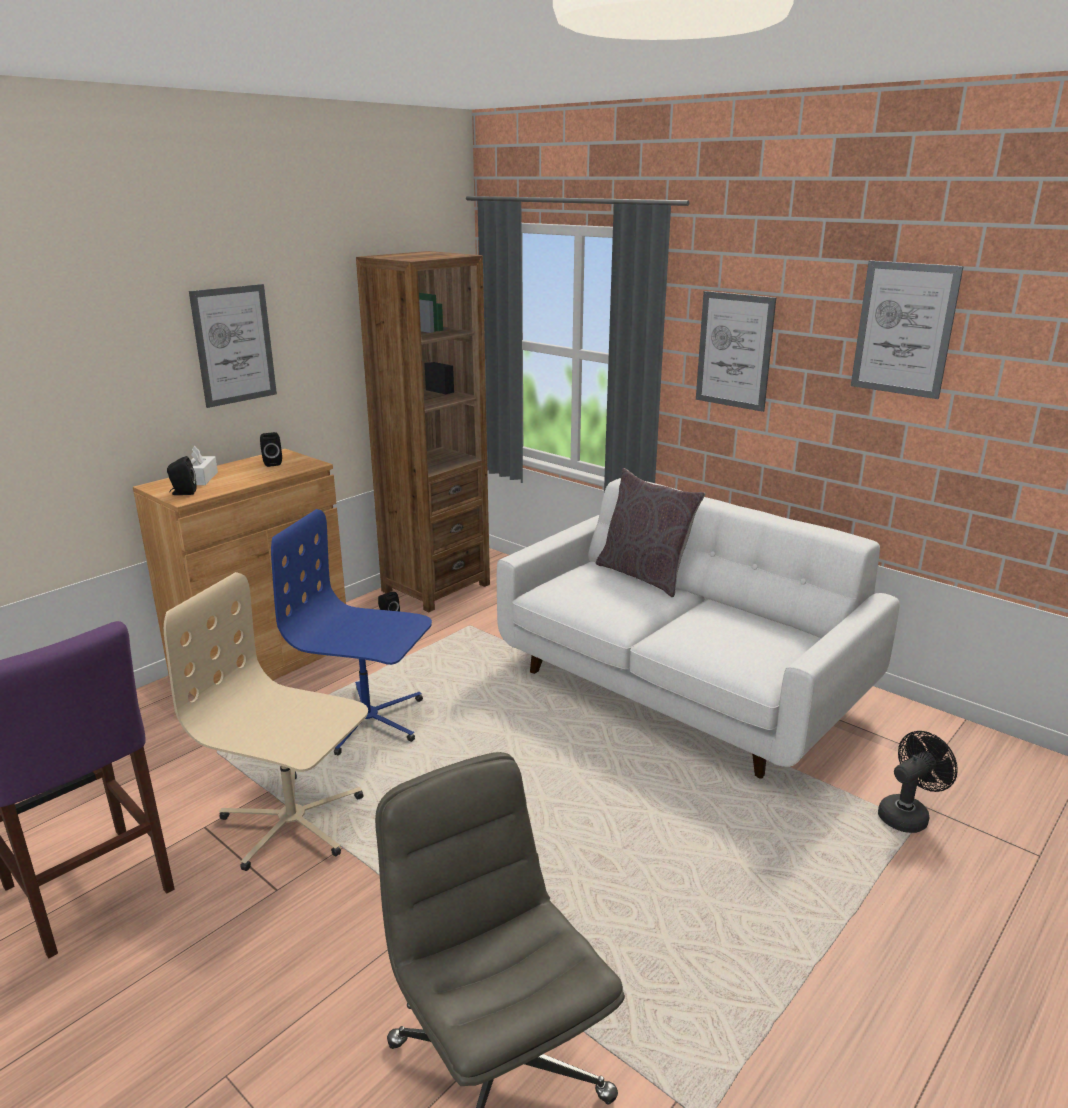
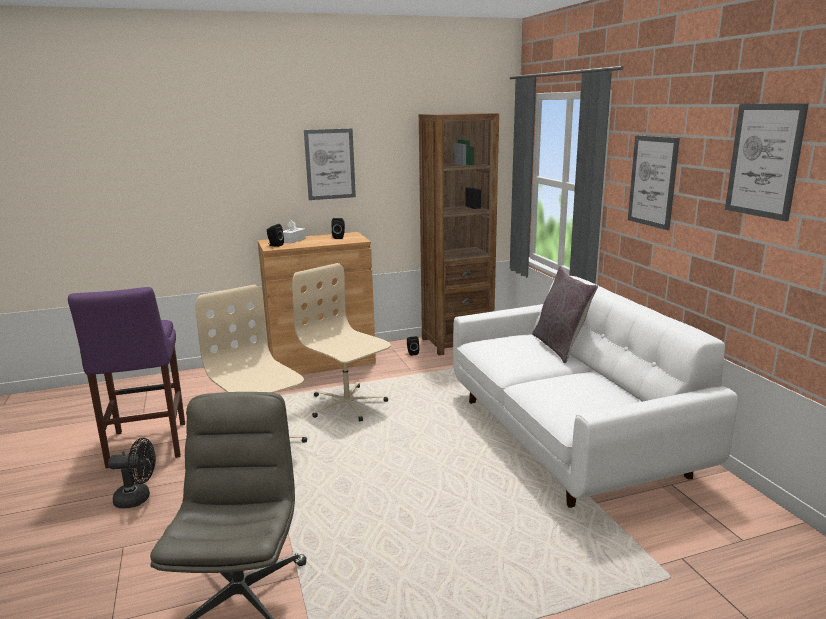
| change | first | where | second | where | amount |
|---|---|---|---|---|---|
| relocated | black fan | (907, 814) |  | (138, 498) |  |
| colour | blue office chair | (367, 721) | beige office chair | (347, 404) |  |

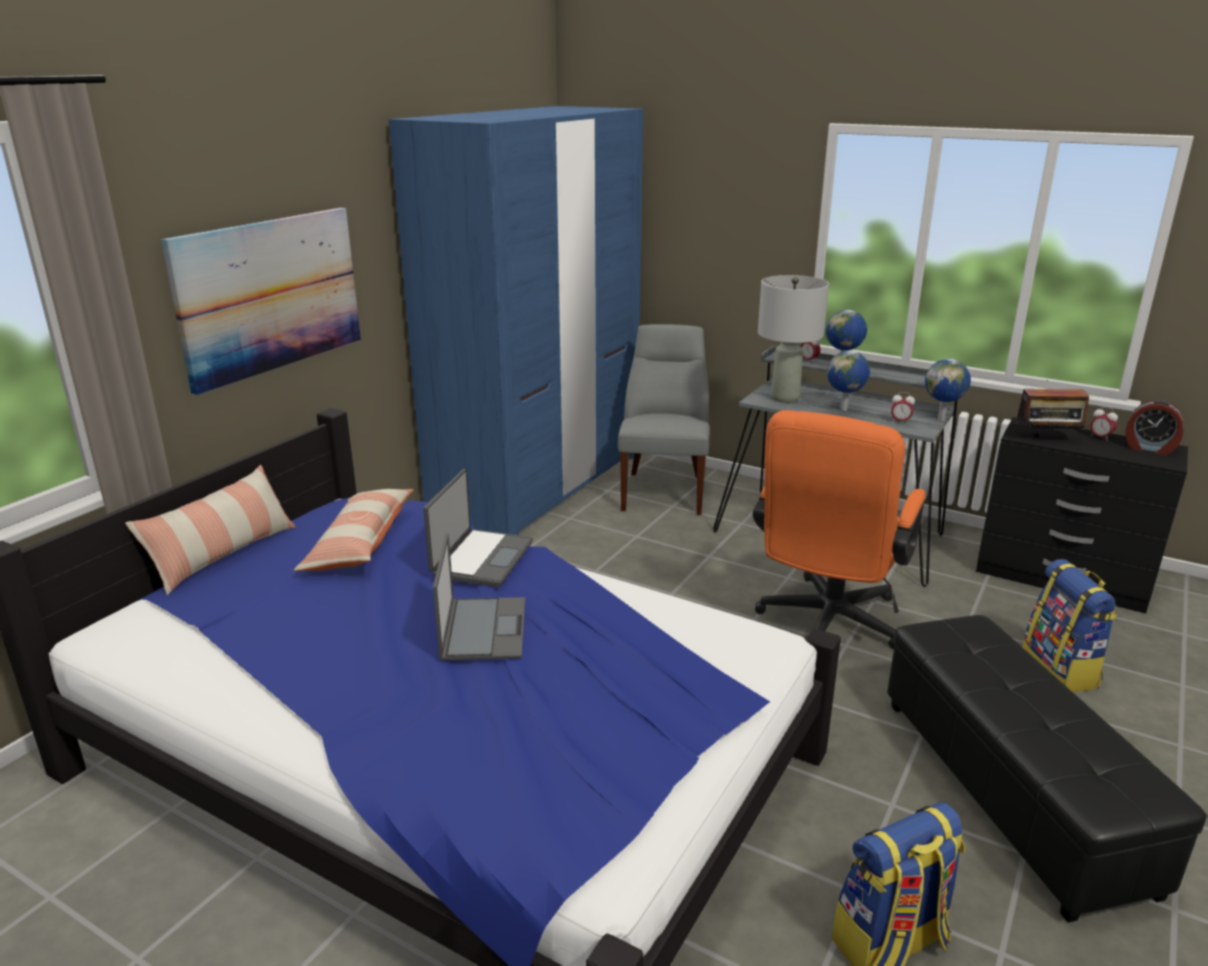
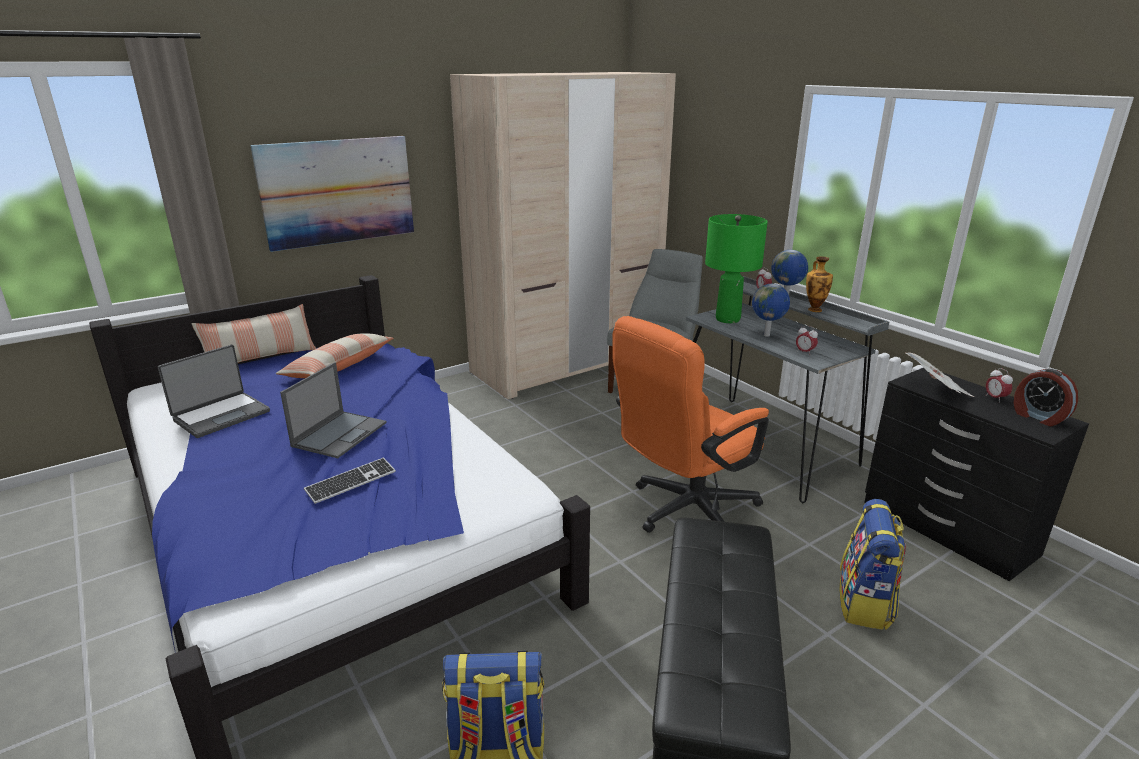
| change | first | where | second | where | amount |
|---|---|---|---|---|---|
| missing | globe | (942, 419) |  |  |  |
| appeared |  |  | keyboard | (351, 482) |  |
| appeared |  |  | vase | (814, 309) |  |
| relocated | laptop | (481, 559) |  | (221, 415) |  |
| exchanged | radio | (1047, 439) | newspaper | (935, 390) |  |
| colour | blue wardrobe | (539, 485) | beige wardrobe | (567, 363) |  |
| colour | grey table lamp | (785, 398) | green table lamp | (728, 319) |  |

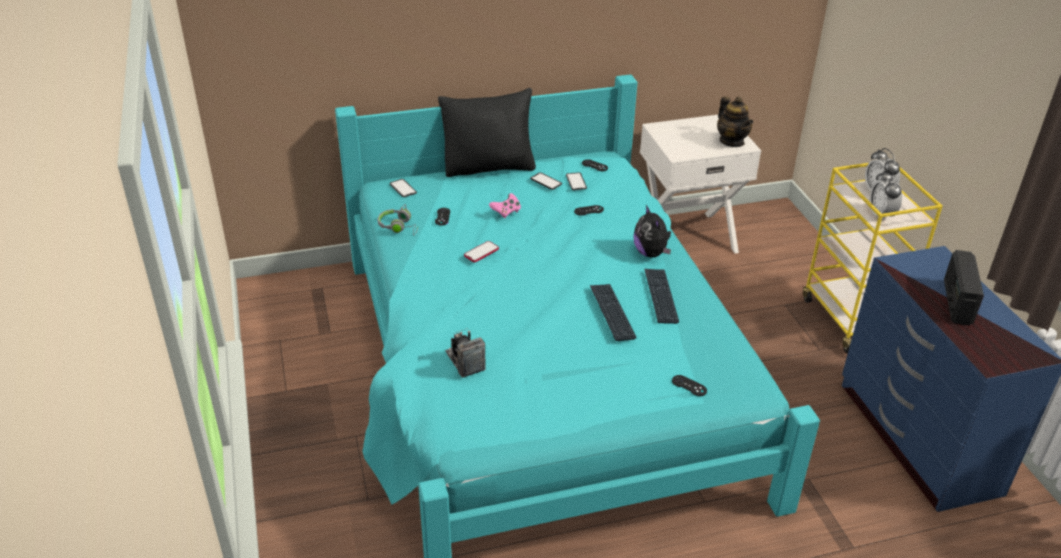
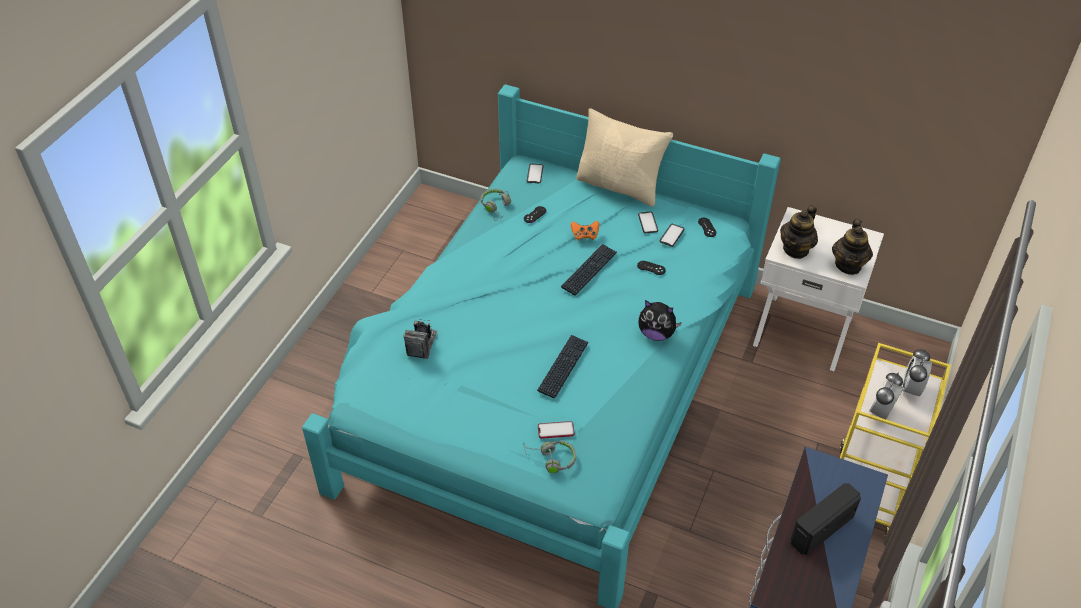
| change | first | where | second | where | amount |
|---|---|---|---|---|---|
| appeared |  |  | teapot | (796, 249) |  |
| relocated | phone | (481, 252) |  | (556, 430) |  |
| relocated | keyboard | (660, 296) |  | (589, 270) |  |
| exchanged | black game controller | (689, 386) | grey headphones | (550, 459) |  |
| colour | black pillow | (489, 167) | beige pillow | (620, 186) |  |
| colour | pink game controller | (506, 212) | orange game controller | (585, 235) |  |
| spun | plush toy | (651, 253) |  | (656, 334) | 90 degrees counterclockwise |

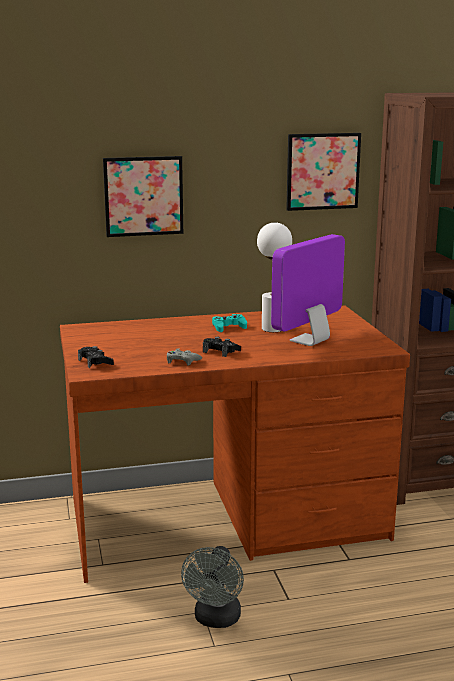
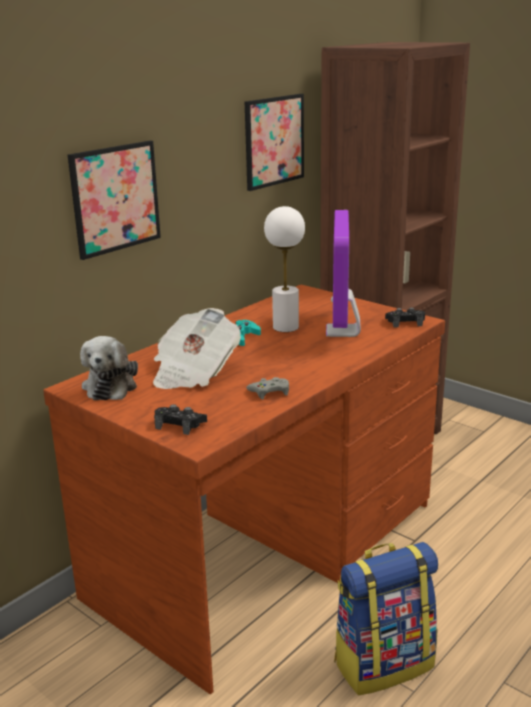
| change | first | where | second | where | amount |
|---|---|---|---|---|---|
| appeared |  |  | plush toy | (111, 386) |  |
| appeared |  |  | newspaper | (194, 372) |  |
| relocated | black game controller | (221, 351) |  | (405, 322) |  |
| exchanged | grey fan | (216, 620) | backpack | (383, 663) |  |

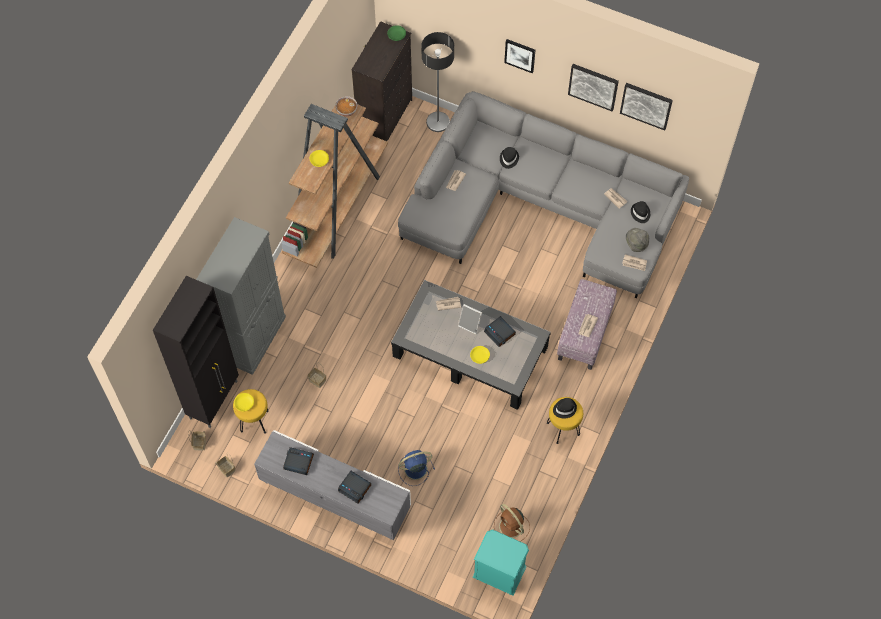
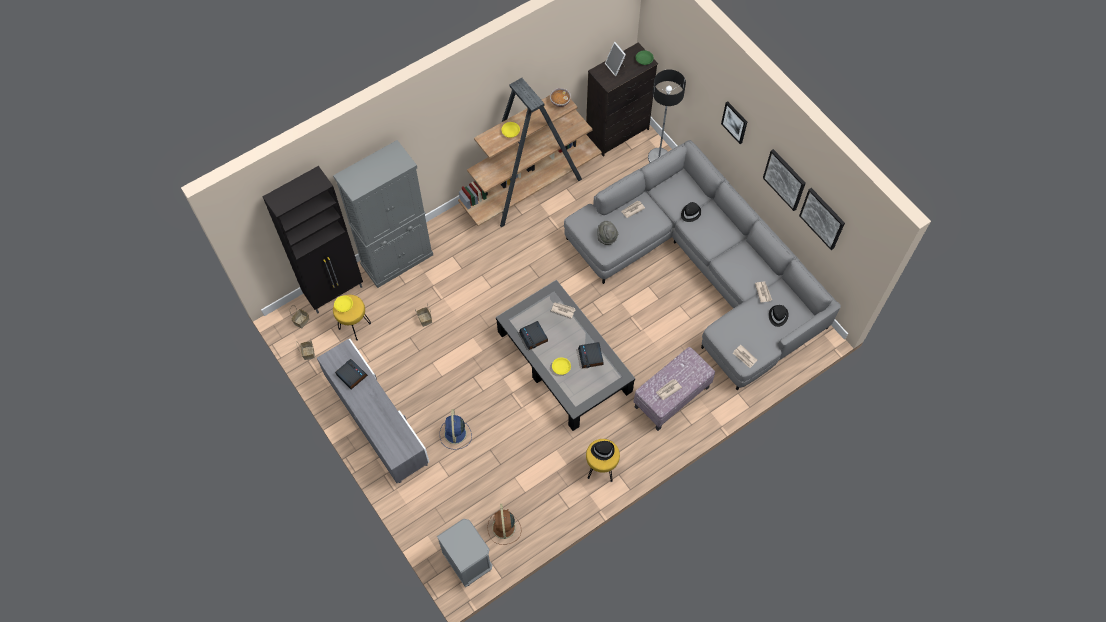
| change | first | where | second | where | amount |
|---|---|---|---|---|---|
| relocated | alarm clock | (355, 488) |  | (534, 337) |  |
| relocated | picture frame | (470, 324) |  | (615, 67) |  |
| relocated | grey hat | (636, 244) |  | (606, 237) |  |
| colour | turquoise nightstand | (499, 574) | grey nightstand | (468, 562) |  |
| spun | blue fan | (414, 469) |  | (455, 434) | 105 degrees counterclockwise |

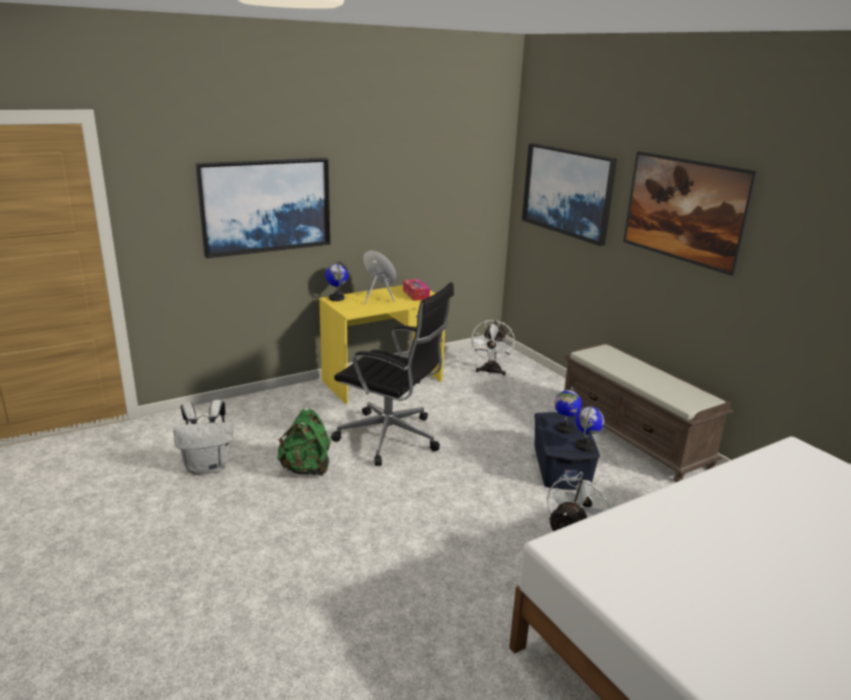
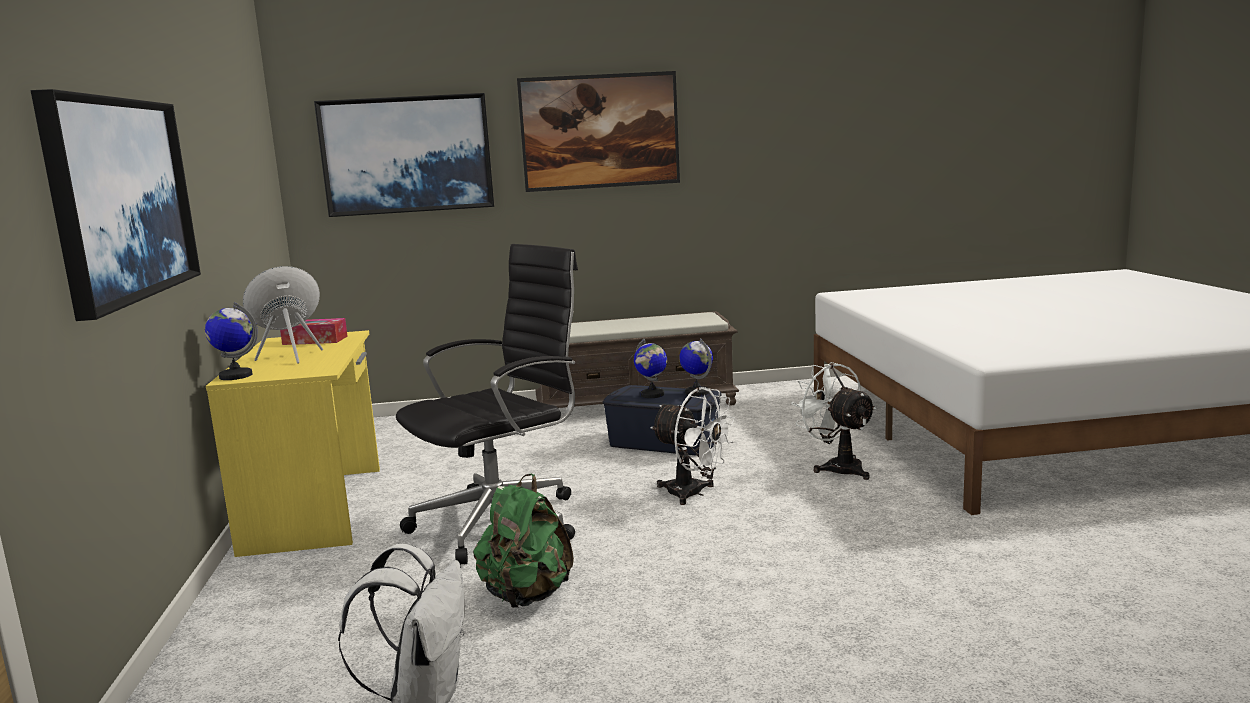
| change | first | where | second | where | amount |
|---|---|---|---|---|---|
| relocated | white fan | (490, 372) |  | (693, 494) |  |

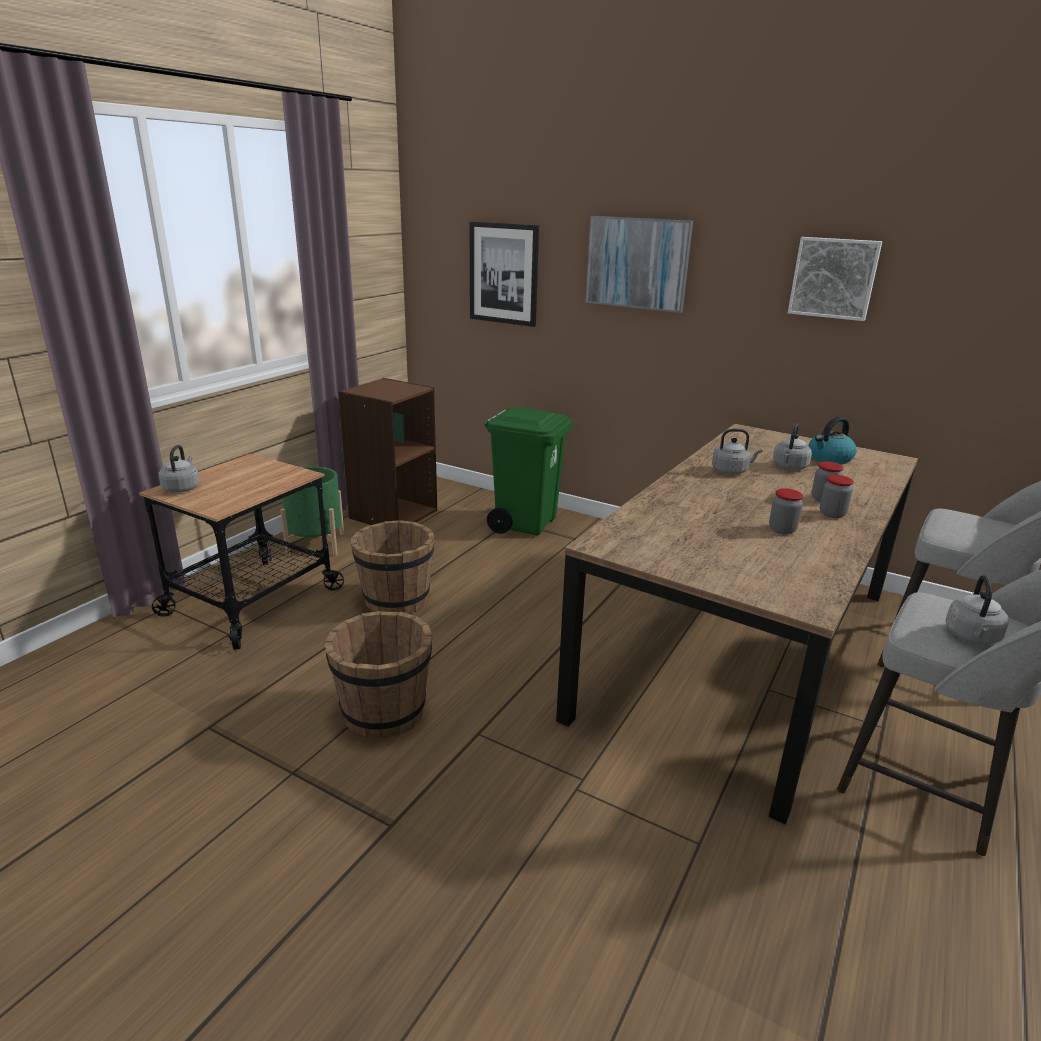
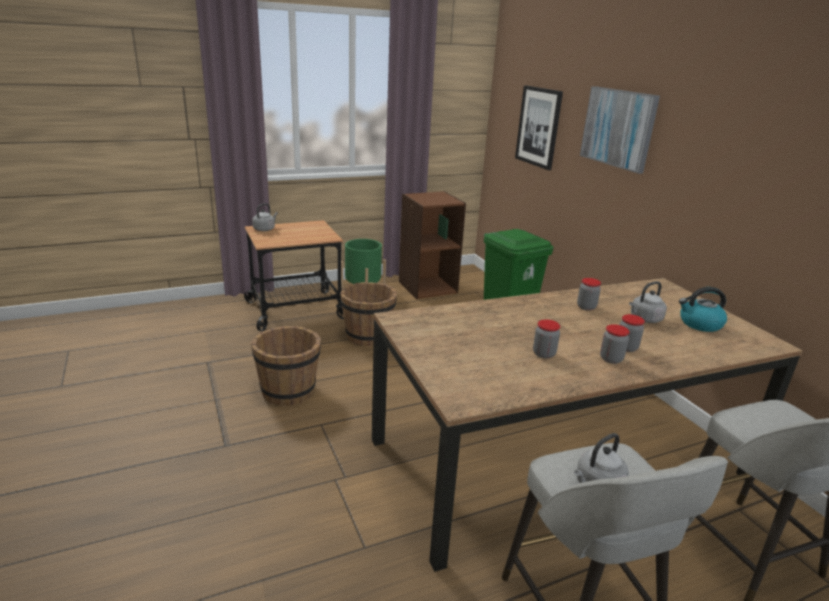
| change | first | where | second | where | amount |
|---|---|---|---|---|---|
| missing | picture | (833, 278) |  |  |  |
| exchanged | grey kettle | (731, 471) | jar | (586, 307) |  |

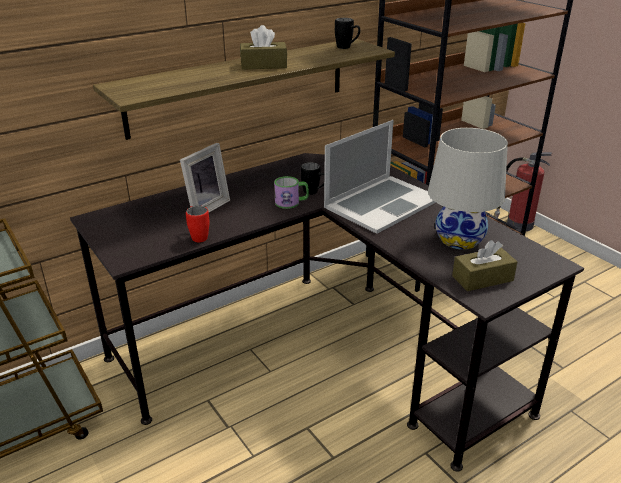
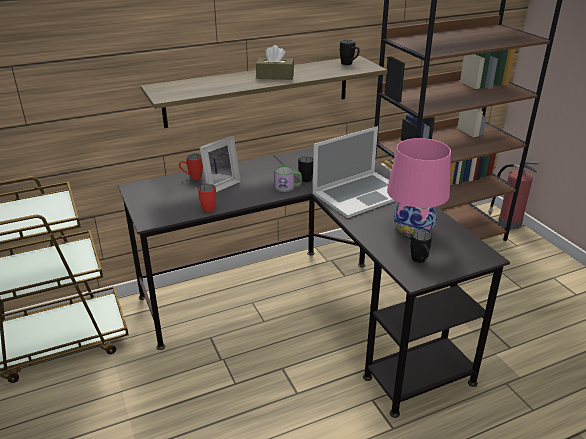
| change | first | where | second | where | amount |
|---|---|---|---|---|---|
| appeared |  |  | red mug | (192, 177) |  |
| exchanged | brown tissue box | (482, 278) | black mug | (420, 261) |  |
| colour | white table lamp | (459, 239) | pink table lamp | (413, 229) |  |

